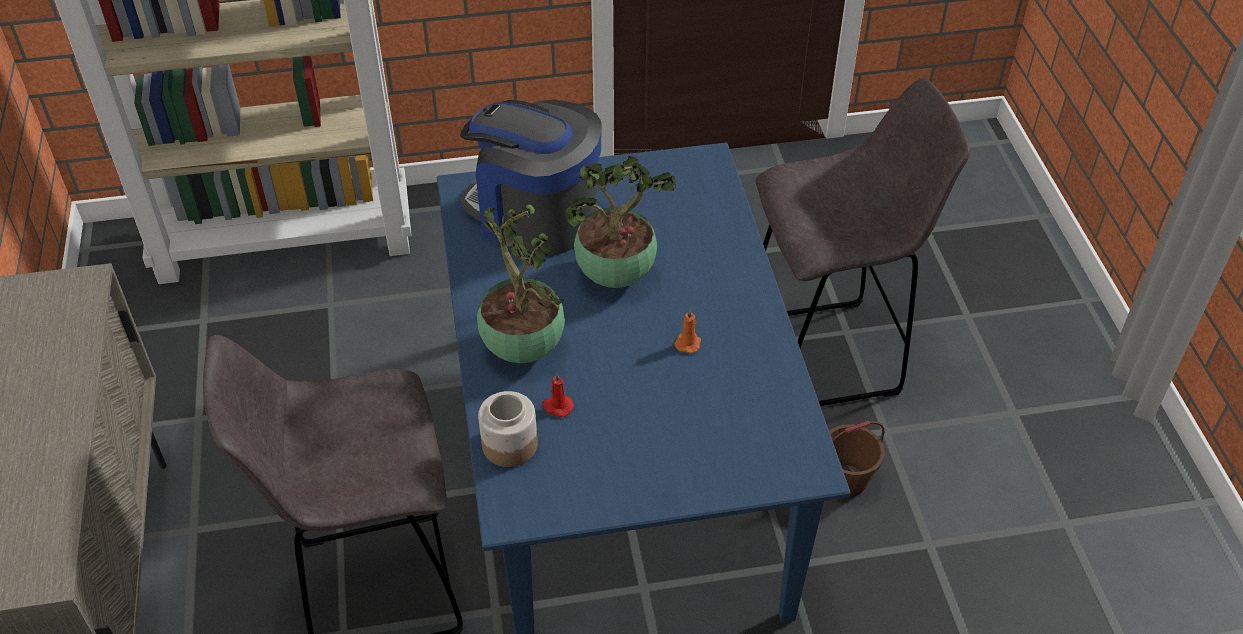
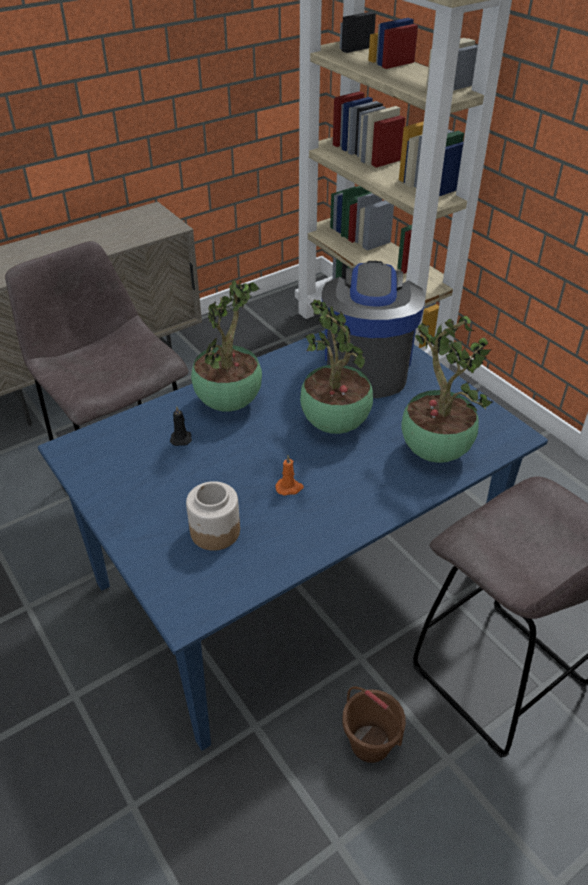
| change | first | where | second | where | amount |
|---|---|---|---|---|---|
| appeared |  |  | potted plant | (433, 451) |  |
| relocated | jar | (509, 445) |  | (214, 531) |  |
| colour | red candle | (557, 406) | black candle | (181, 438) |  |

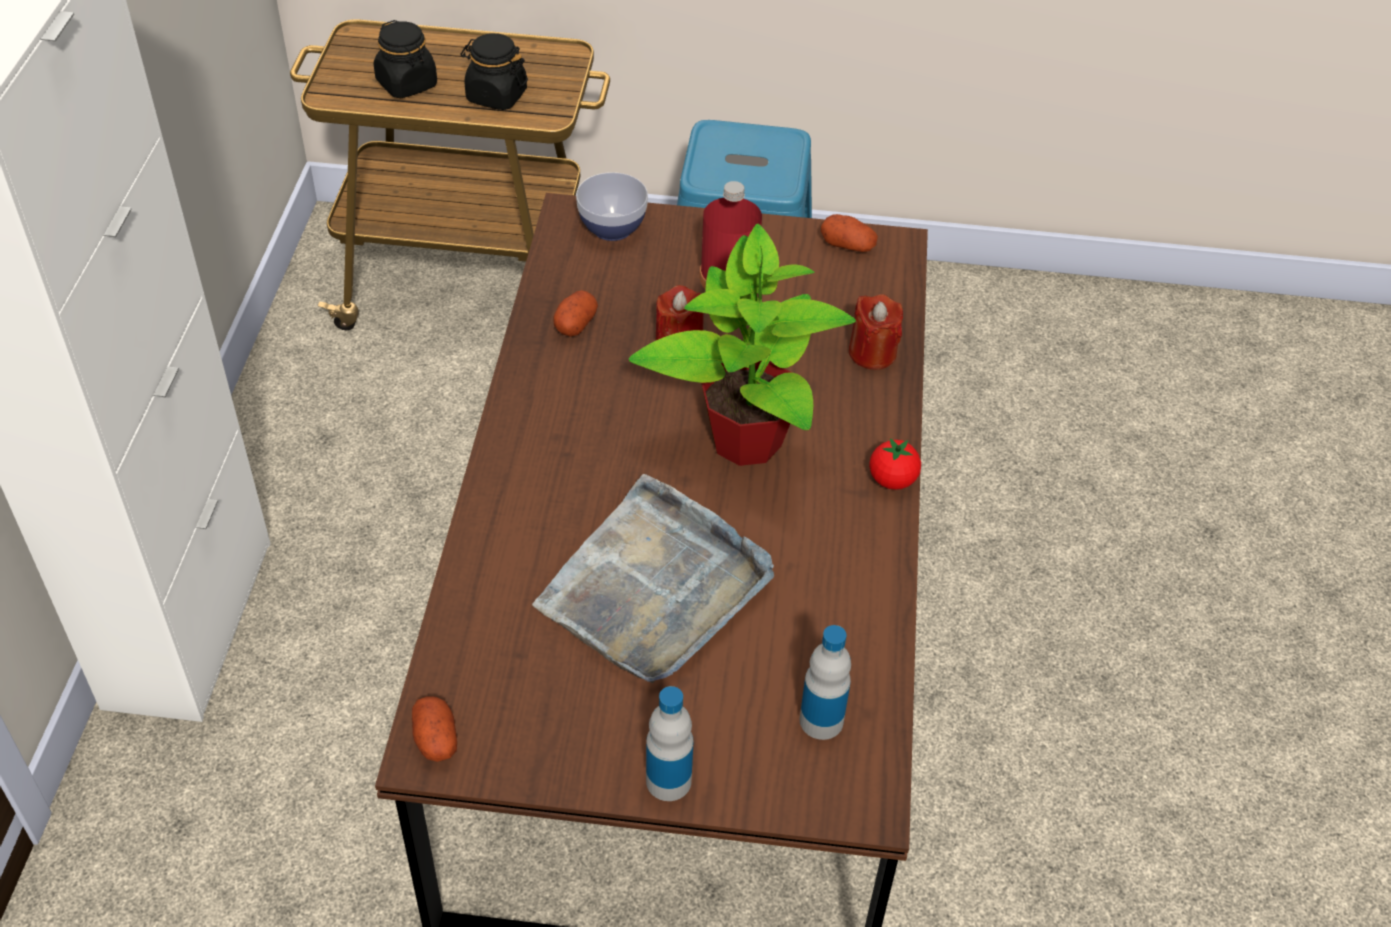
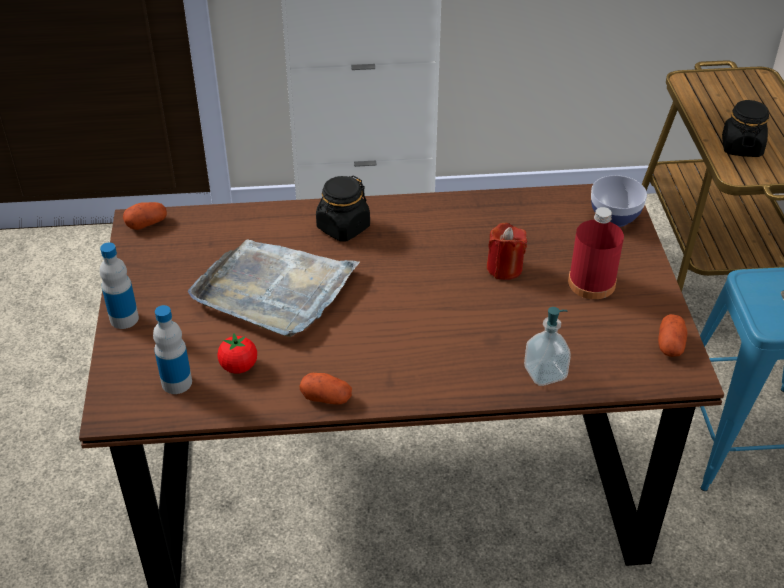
| change | first | where | second | where | amount |
|---|---|---|---|---|---|
| missing | potted plant | (745, 439) |  |  |  |
| relocated | black jar | (407, 84) |  | (343, 227) |  |
| relocated | potato | (575, 323) |  | (326, 398) |  |
| relocated | tomato | (892, 480) |  | (239, 366) |  |
| exchanged | red candle | (872, 353) | soap dispenser | (545, 373) |  |

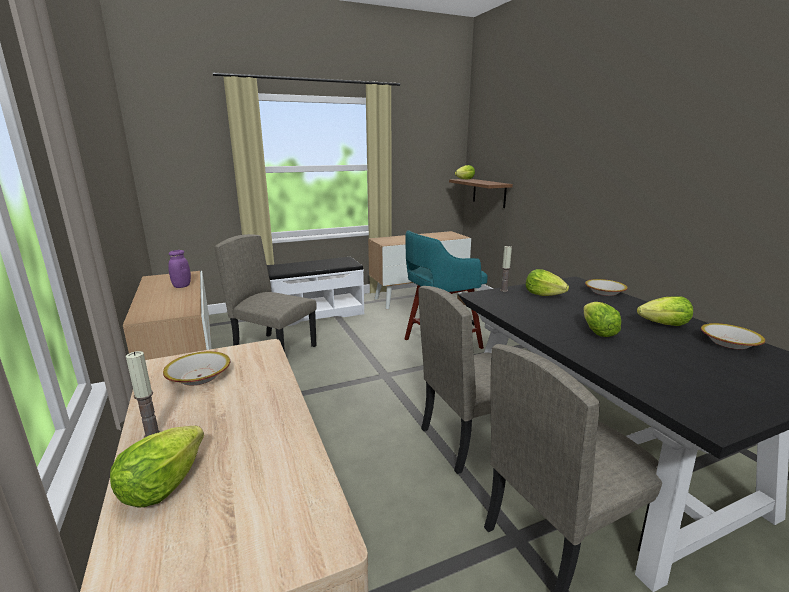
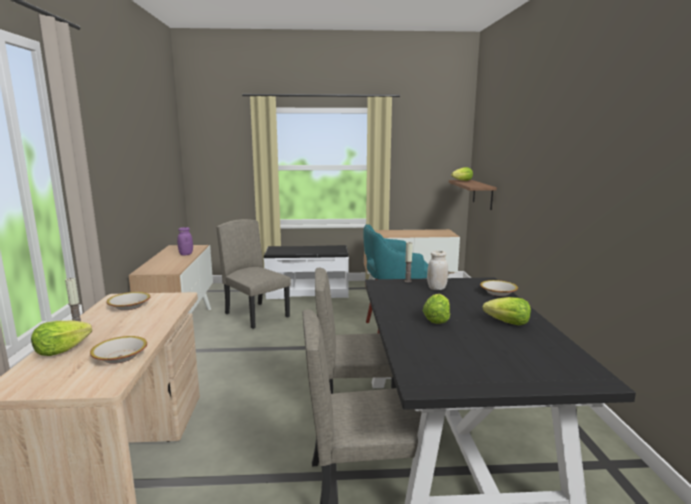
| change | first | where | second | where | amount |
|---|---|---|---|---|---|
| relocated | bowl | (729, 343) |  | (120, 357) |  |
| exchanged | lettuce | (543, 295) | white jar | (436, 288) |  |

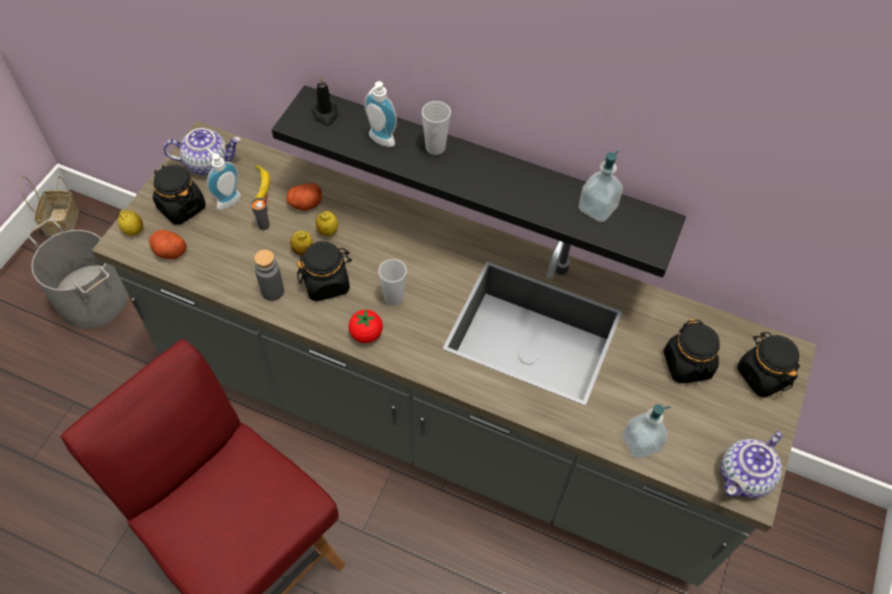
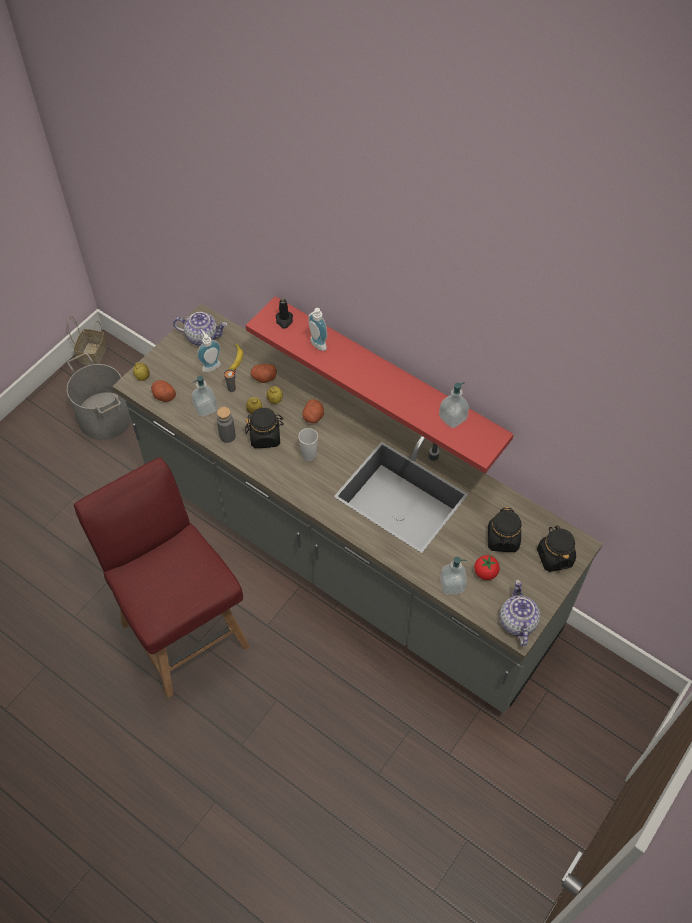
| change | first | where | second | where | amount |
|---|---|---|---|---|---|
| missing | black jar | (181, 207) |  |  |  |
| missing | cup | (435, 147) |  |  |  |
| appeared |  |  | soap dispenser | (205, 408) |  |
| appeared |  |  | potato | (313, 416) |  |
| relocated | tomato | (366, 334) |  | (485, 572) |  |
| colour | black shelf | (484, 173) | red shelf | (388, 379) |  |
| spun | teapot | (744, 477) |  | (517, 621) | 120 degrees clockwise |

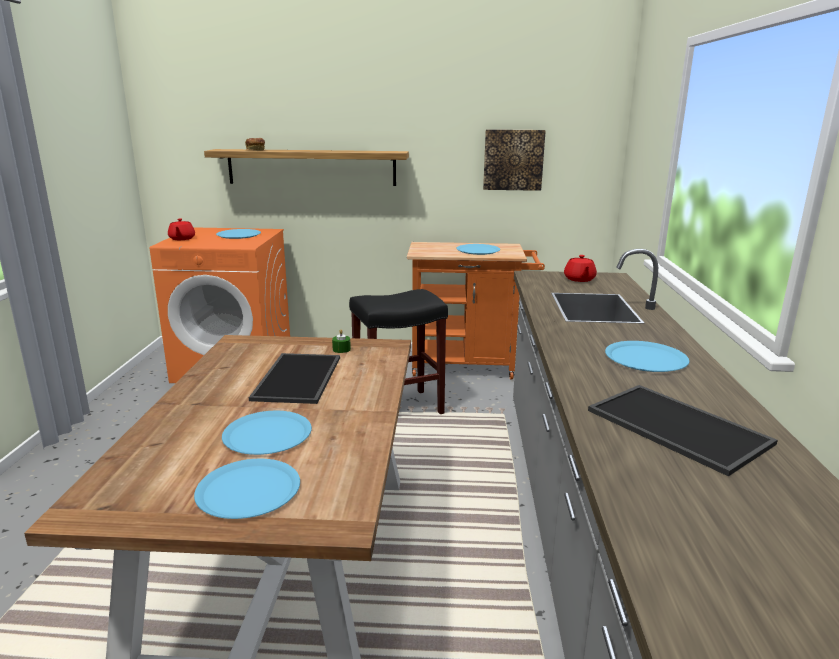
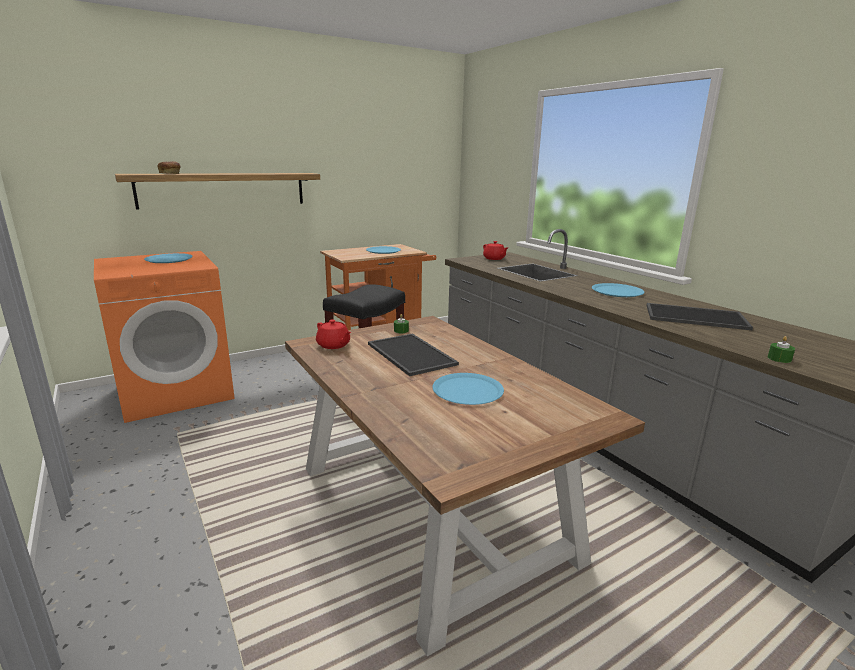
| change | first | where | second | where | amount |
|---|---|---|---|---|---|
| missing | blue plate | (248, 490) |  |  |  |
| missing | picture | (513, 160) |  |  |  |
| appeared |  |  | green candle | (779, 359) |  |
| relocated | red teapot | (181, 239) |  | (333, 345) |  |

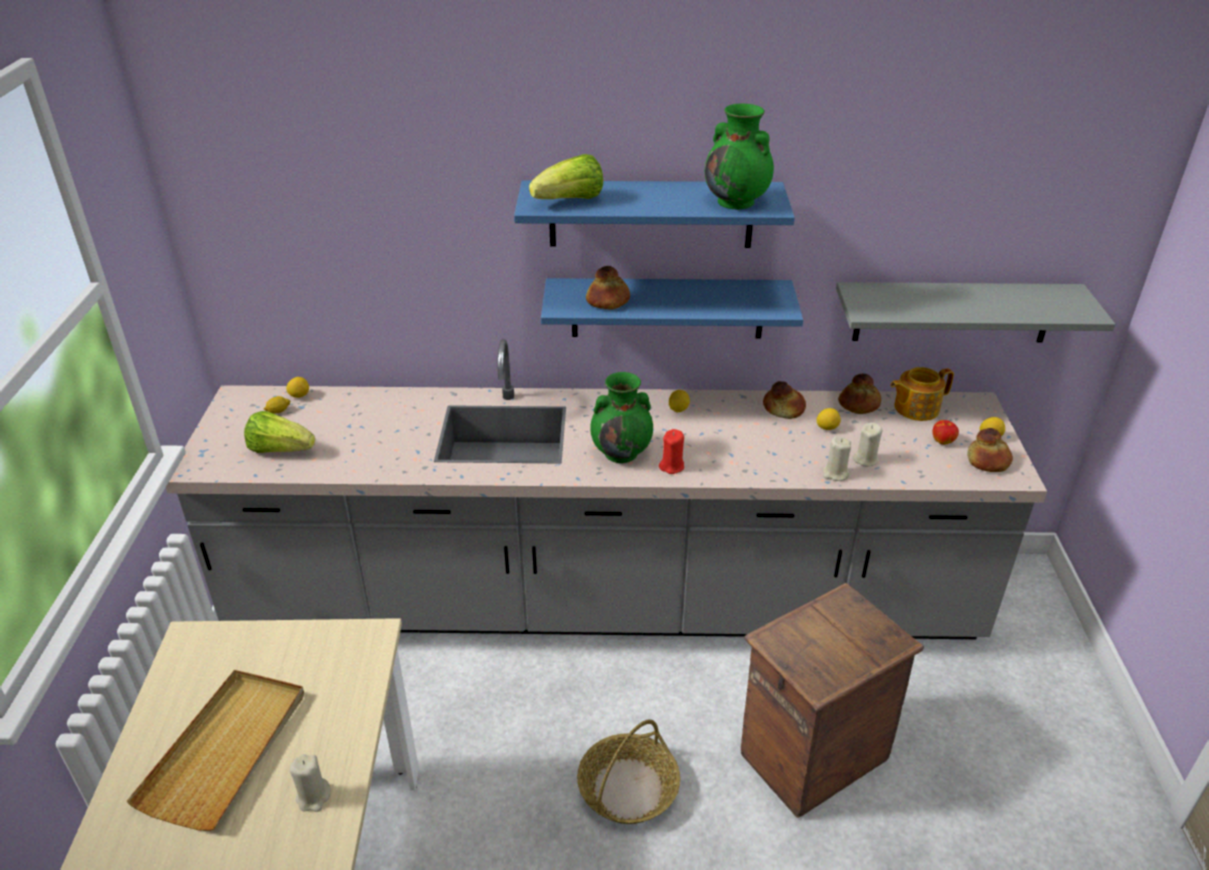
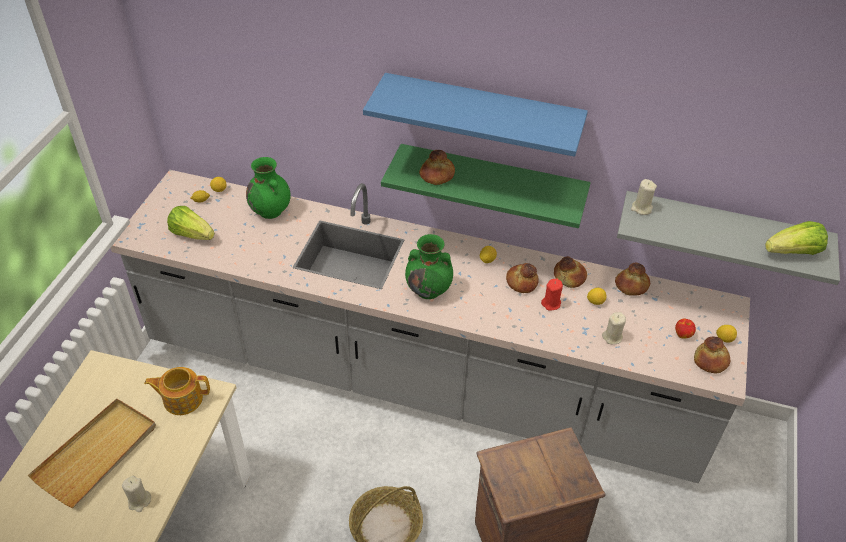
| change | first | where | second | where | amount |
|---|---|---|---|---|---|
| appeared |  |  | bread | (521, 282) |  |
| relocated | lettuce | (570, 201) |  | (793, 252) |  |
| relocated | red candle | (672, 466) |  | (551, 303) |  |
| relocated | green vase | (737, 202) |  | (271, 211) |  |
| relocated | beige candle | (835, 474) |  | (641, 208) |  |
| relocated | teapot | (915, 408) |  | (182, 399) |  |
| colour | blue shelf | (667, 308) | green shelf | (491, 182) |  |

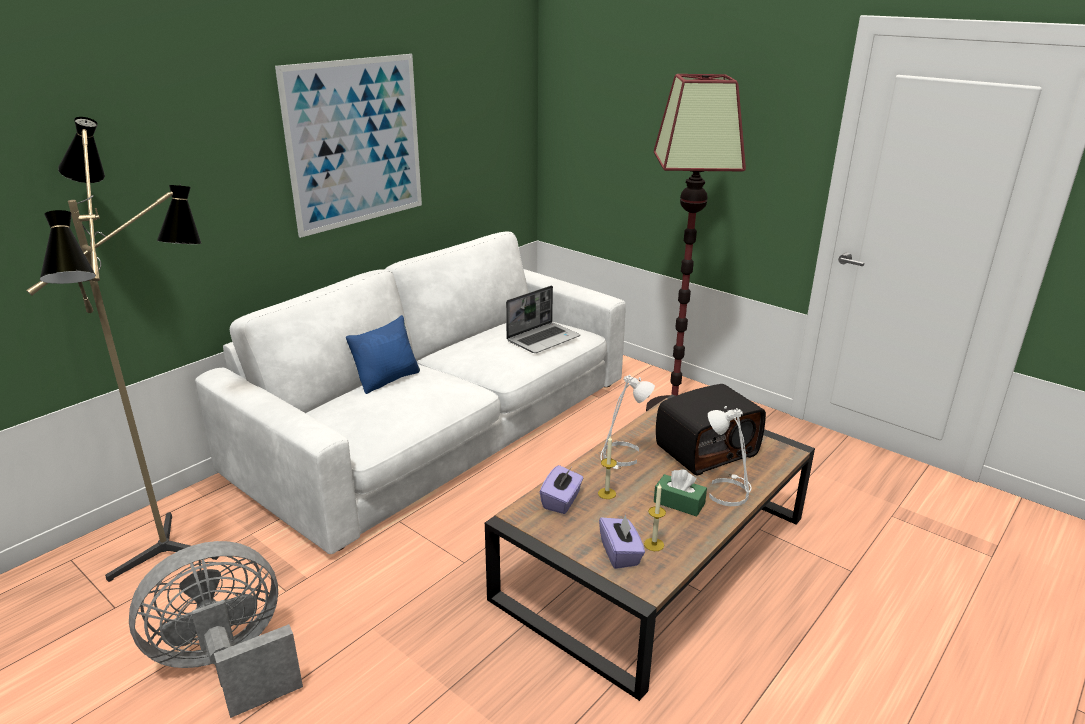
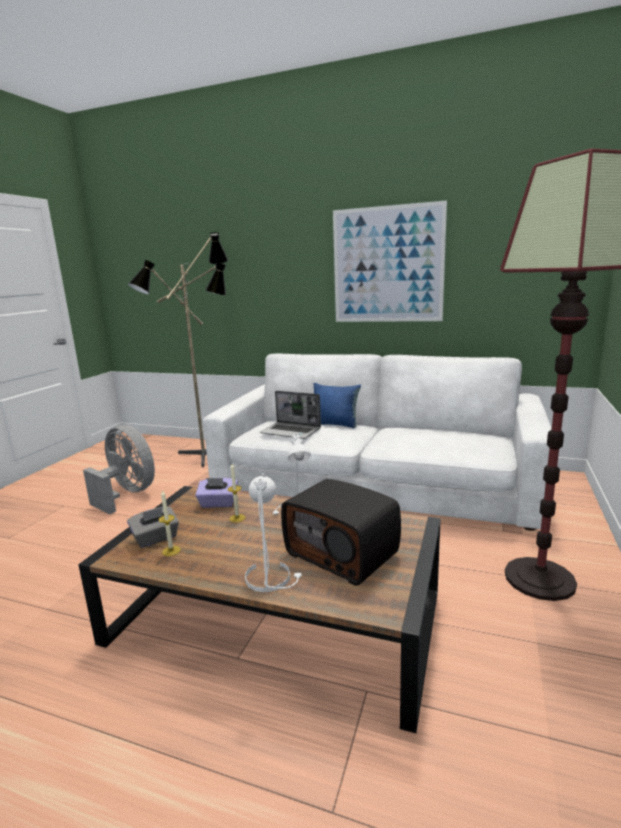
| change | first | where | second | where | amount |
|---|---|---|---|---|---|
| missing | green tissue box | (679, 503) |  |  |  |
| relocated | laptop | (543, 339) |  | (291, 431) |  |
| colour | purple tissue box | (620, 554) | grey tissue box | (156, 538) |  |

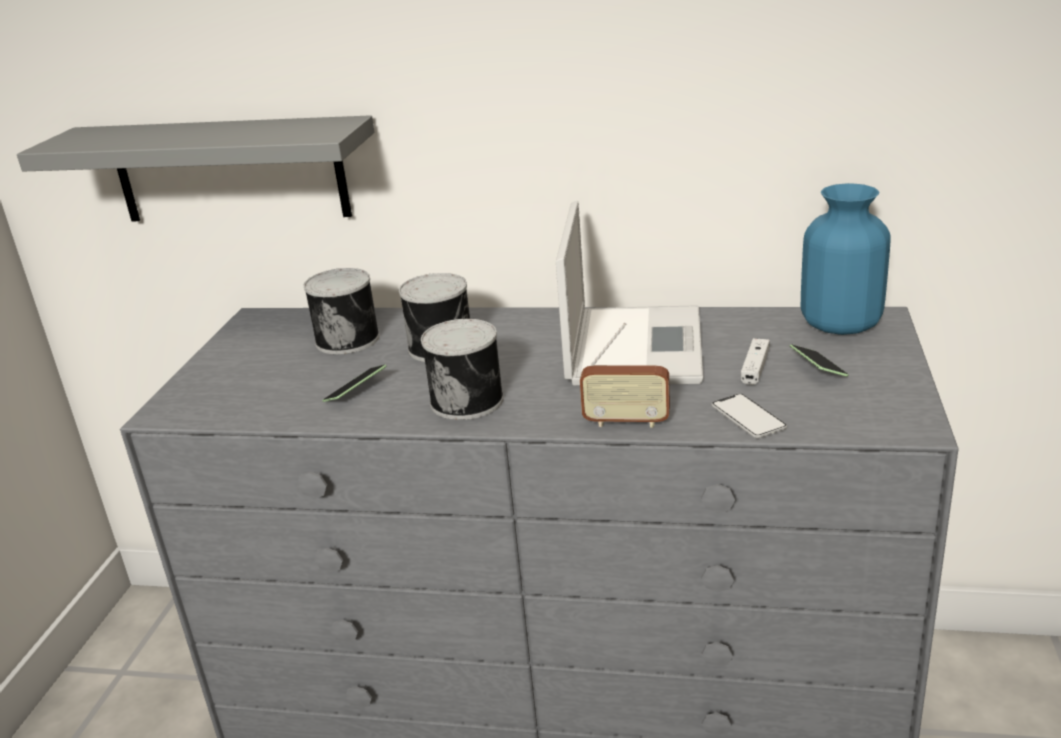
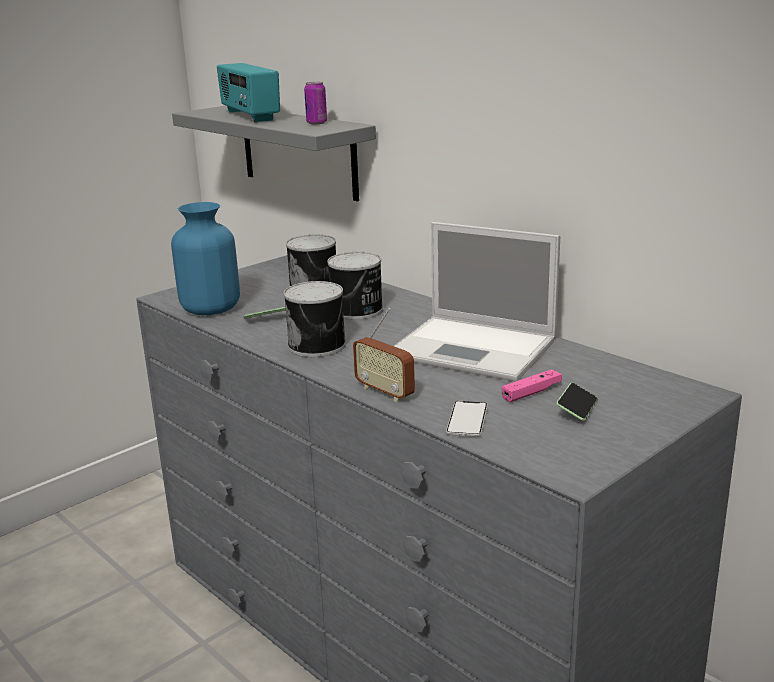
| change | first | where | second | where | amount |
|---|---|---|---|---|---|
| appeared |  |  | radio | (249, 116) |  |
| appeared |  |  | can | (316, 123) |  |
| relocated | blue vase | (840, 324) |  | (210, 309) |  |
| colour | white game controller | (755, 368) | pink game controller | (531, 392) |  |
| spun | laptop | (634, 345) |  | (475, 349) | 75 degrees clockwise |

